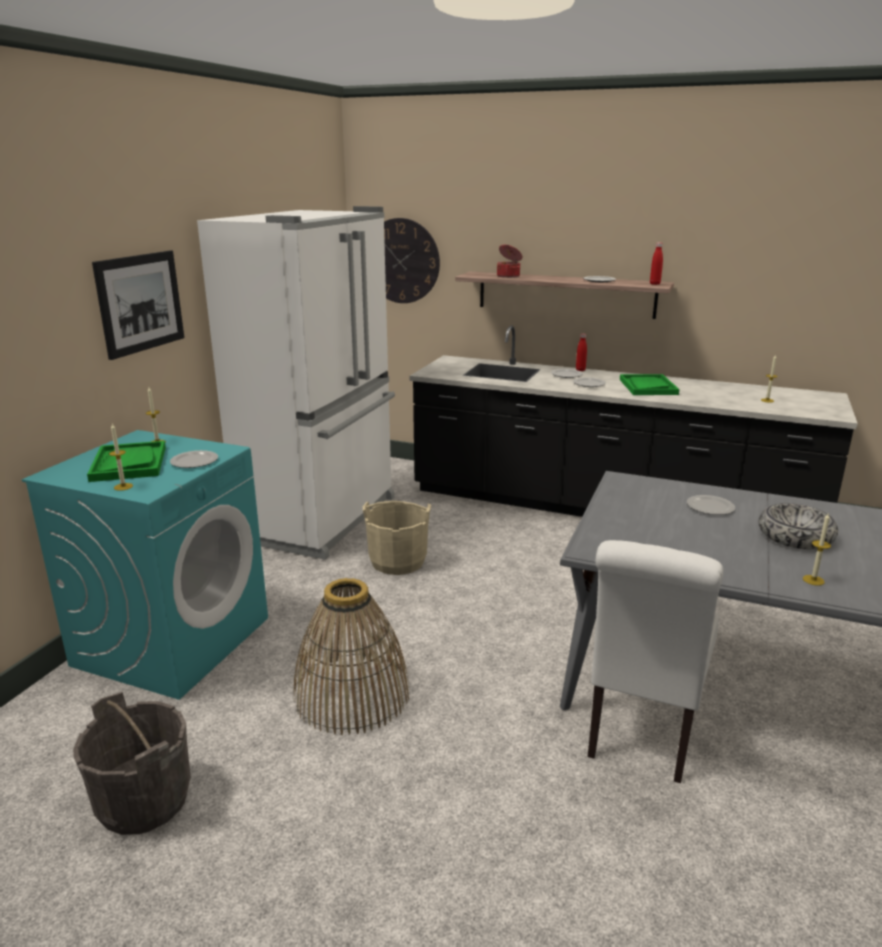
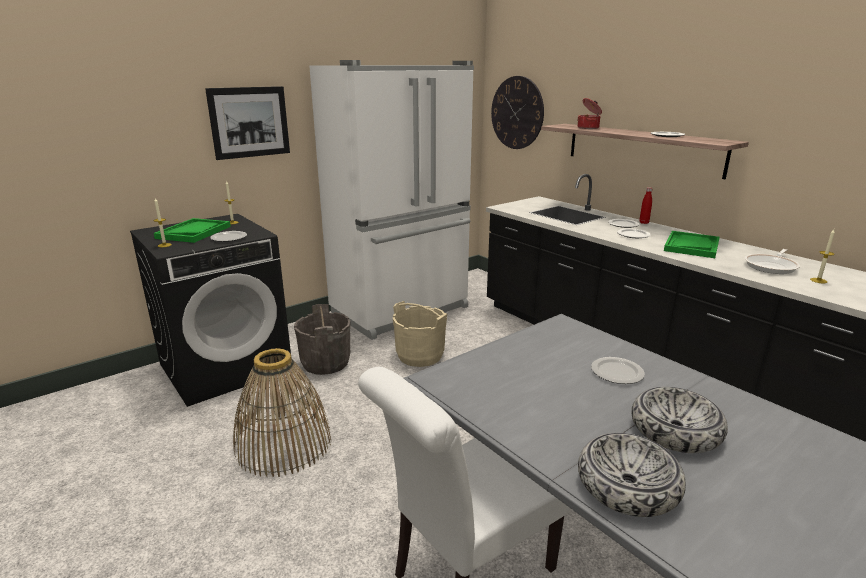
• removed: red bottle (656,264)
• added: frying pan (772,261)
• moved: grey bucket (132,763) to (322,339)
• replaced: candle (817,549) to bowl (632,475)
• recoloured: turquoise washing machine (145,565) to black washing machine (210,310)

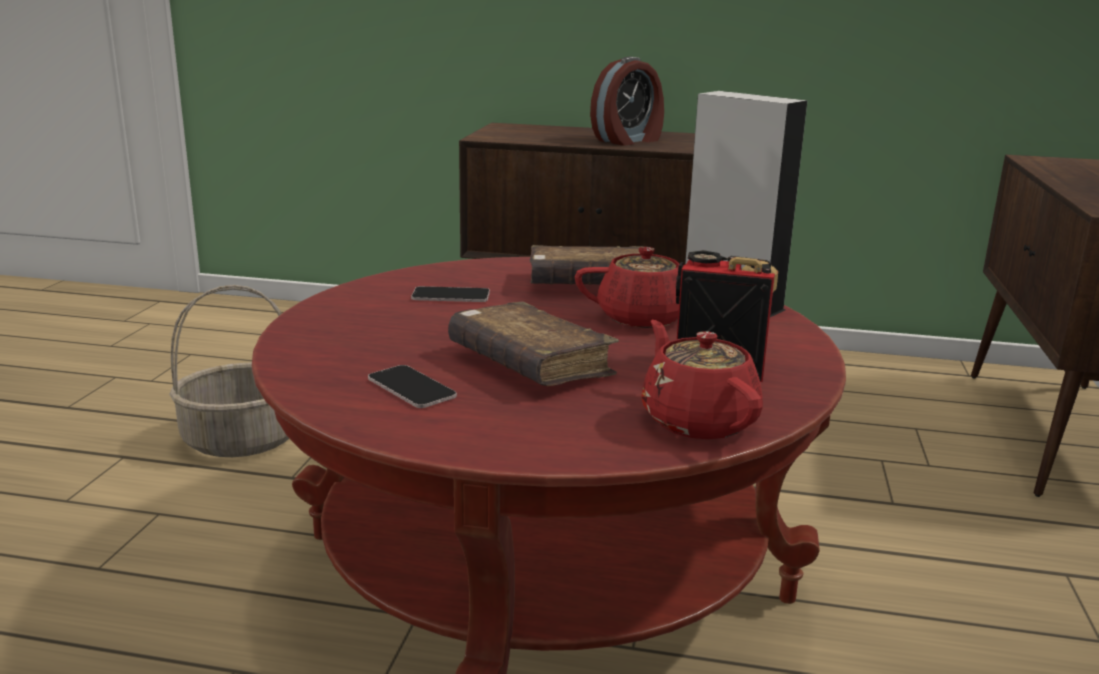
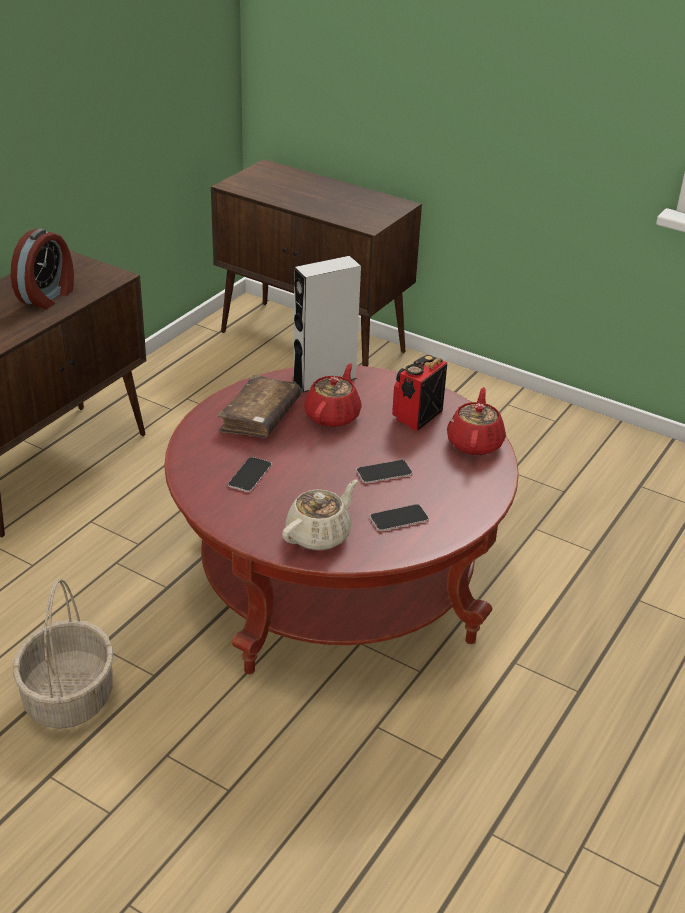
• added: beige teapot (320,515)
• replaced: brown book (533,344) to phone (384,471)
• turned: alarm clock (627,101) = (42,268) 45 degrees clockwise
• turned: red teapot (702,379) = (476,421) 105 degrees clockwise

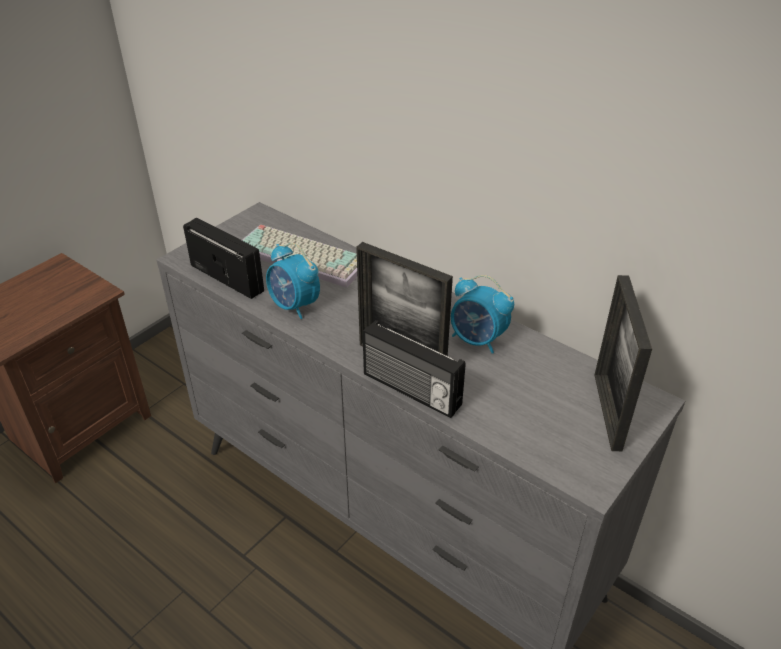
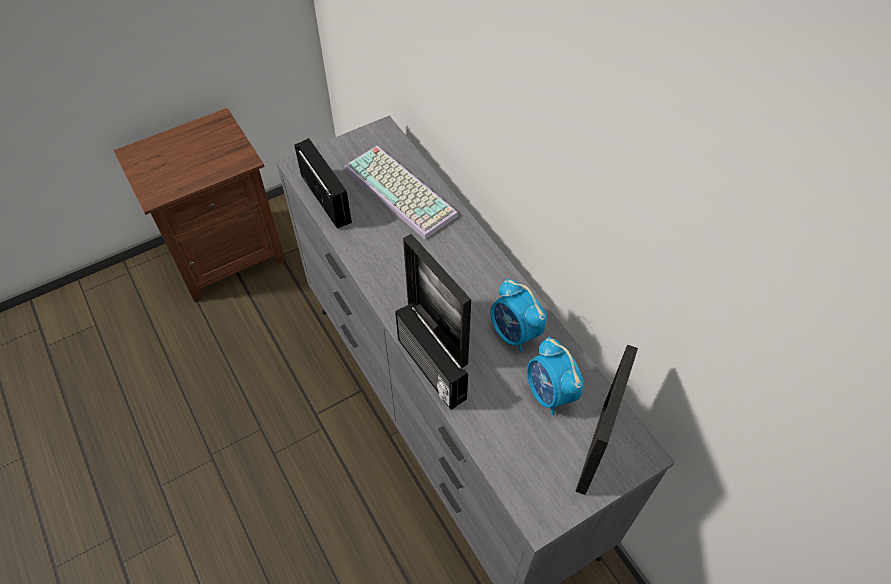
• moved: alarm clock (293,281) to (555,376)

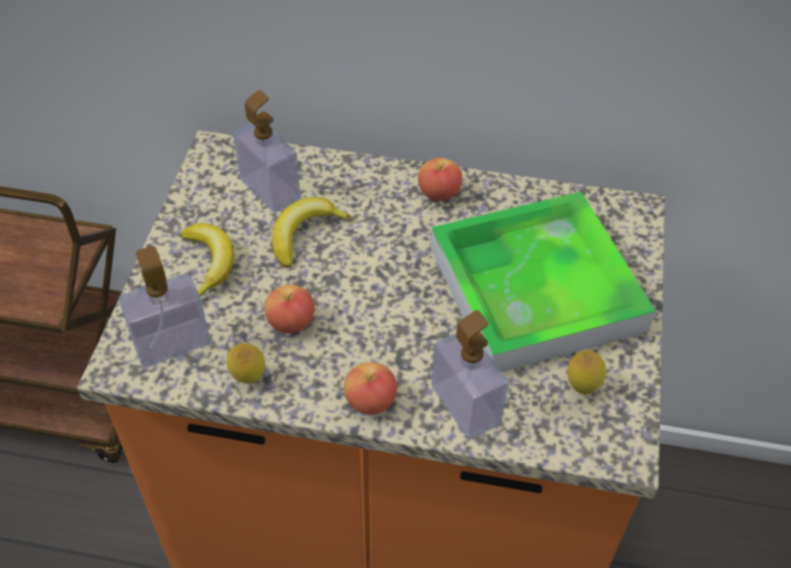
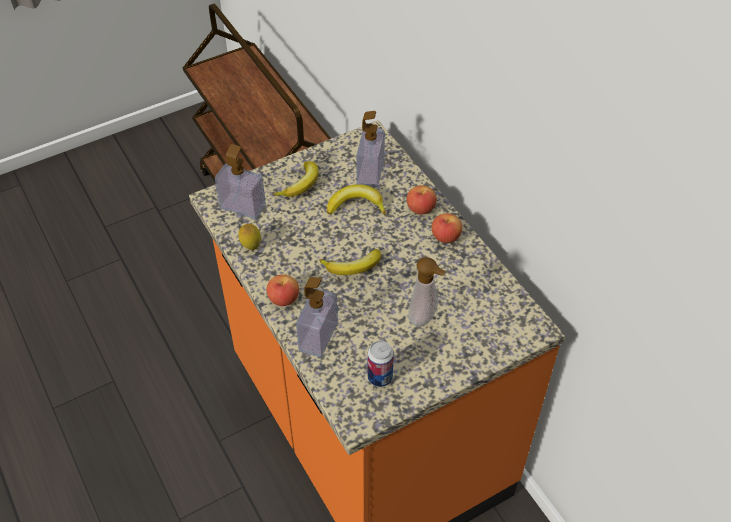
• added: banana (350,262)
• moved: apple (289,309) to (422,199)
• replaced: tray (543,282) to soap dispenser (427,292)
• replaced: lemon (586,372) to can (381,364)

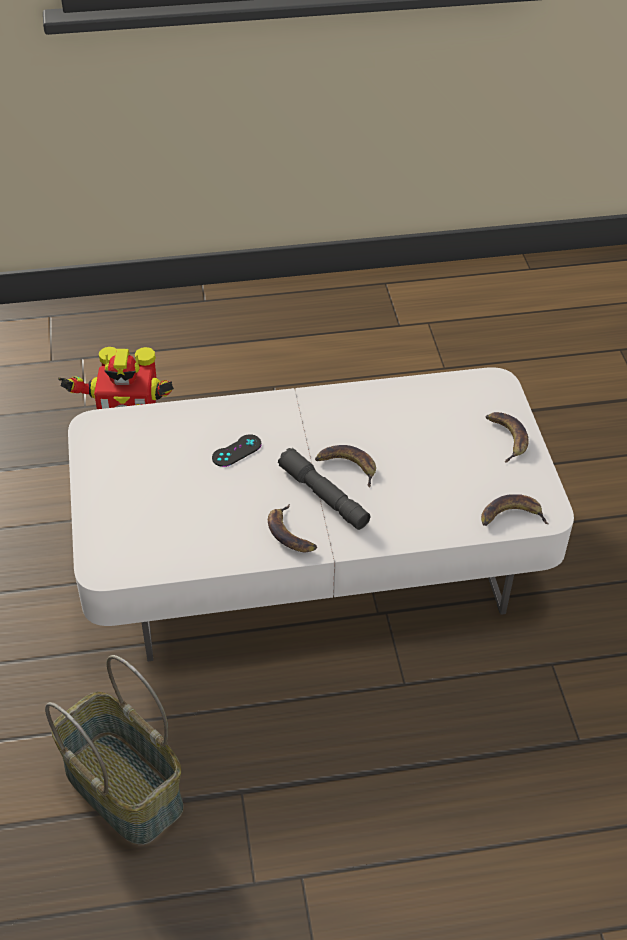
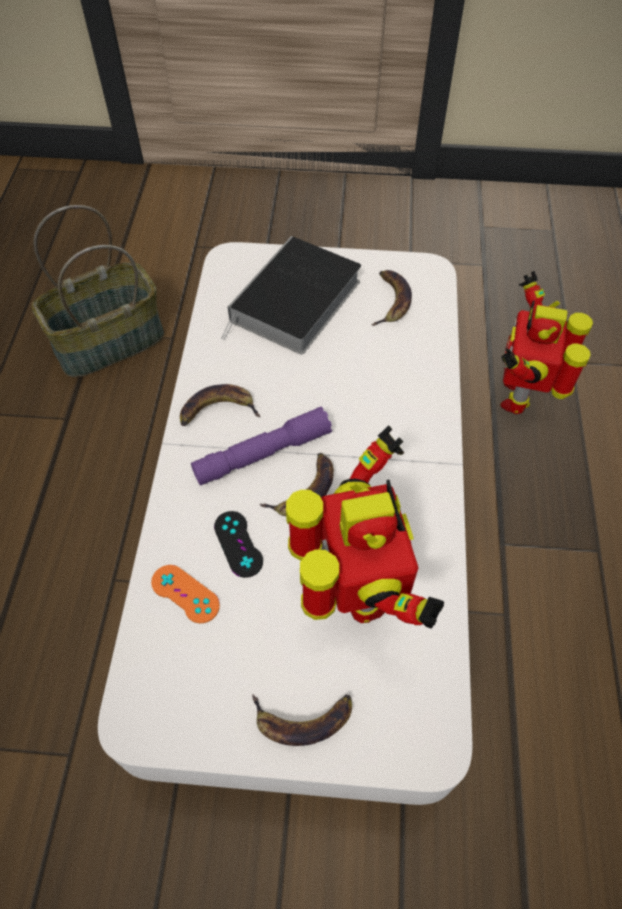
• added: orange game controller (185,594)
• added: book (291,295)
• added: toy robot (365,527)
• moved: black game controller (237,450) to (238,544)
• moved: banana (515,510) to (392,298)
• recoloured: grey flashlight (324,489) to purple flashlight (261,446)

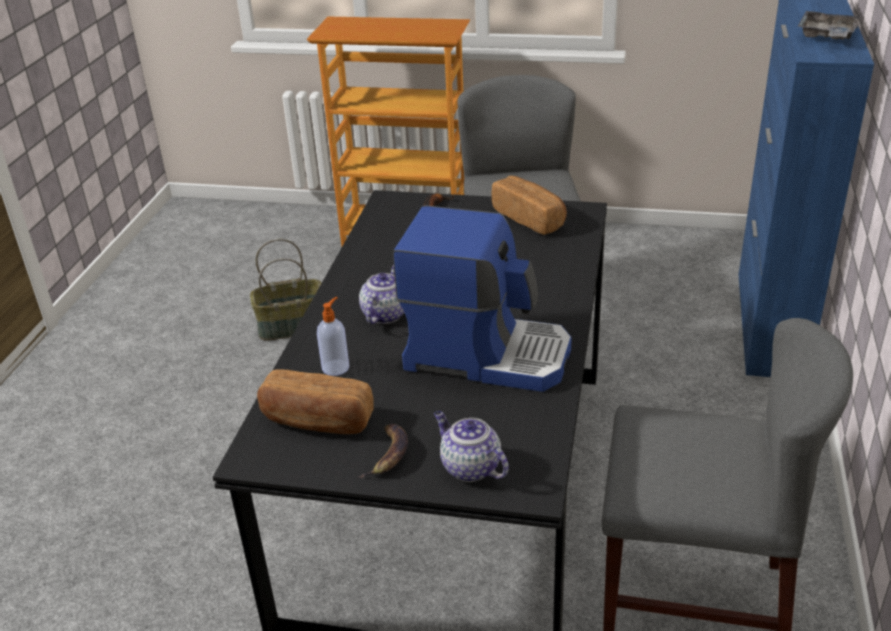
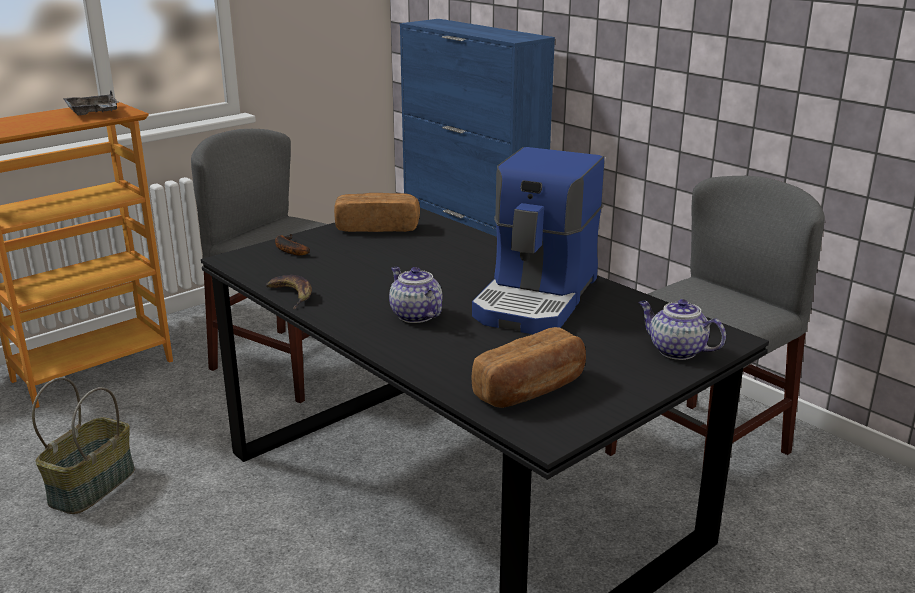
• removed: soap dispenser (333,336)
• moved: banana (383,451) to (289,292)
• moved: grey tray (829,25) to (91,103)
• turned: coffee machine (482,298) = (538,240) 150 degrees clockwise
• turned: teapot (471,446) = (682,329) 45 degrees clockwise

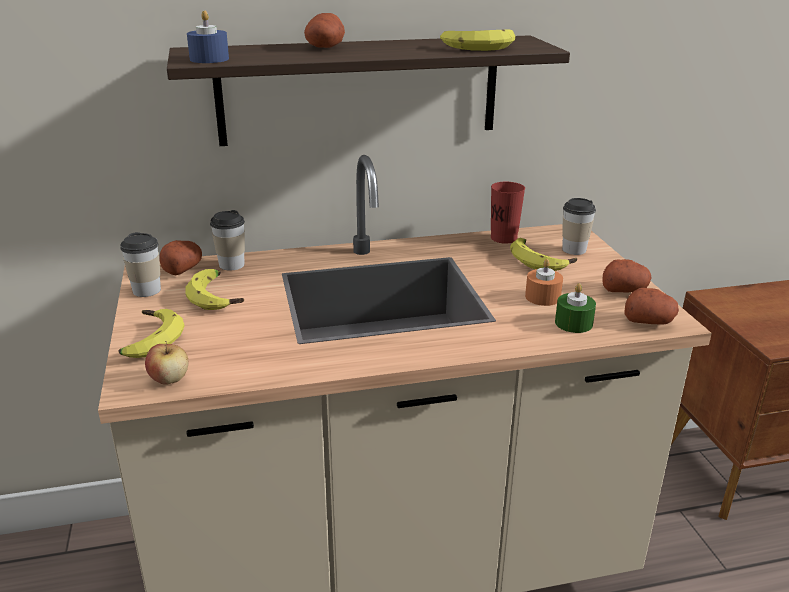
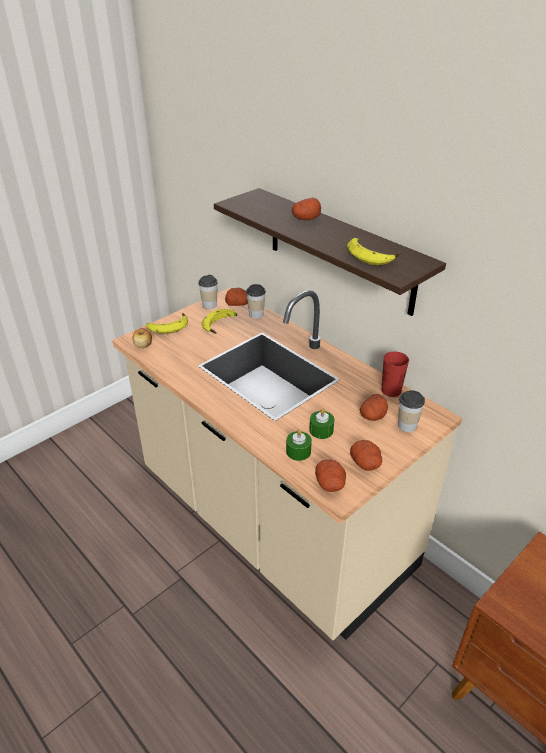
• removed: blue candle (208,36)
• replaced: banana (543,254) to potato (374,407)
• recoloured: orange candle (544,282) to green candle (321,424)

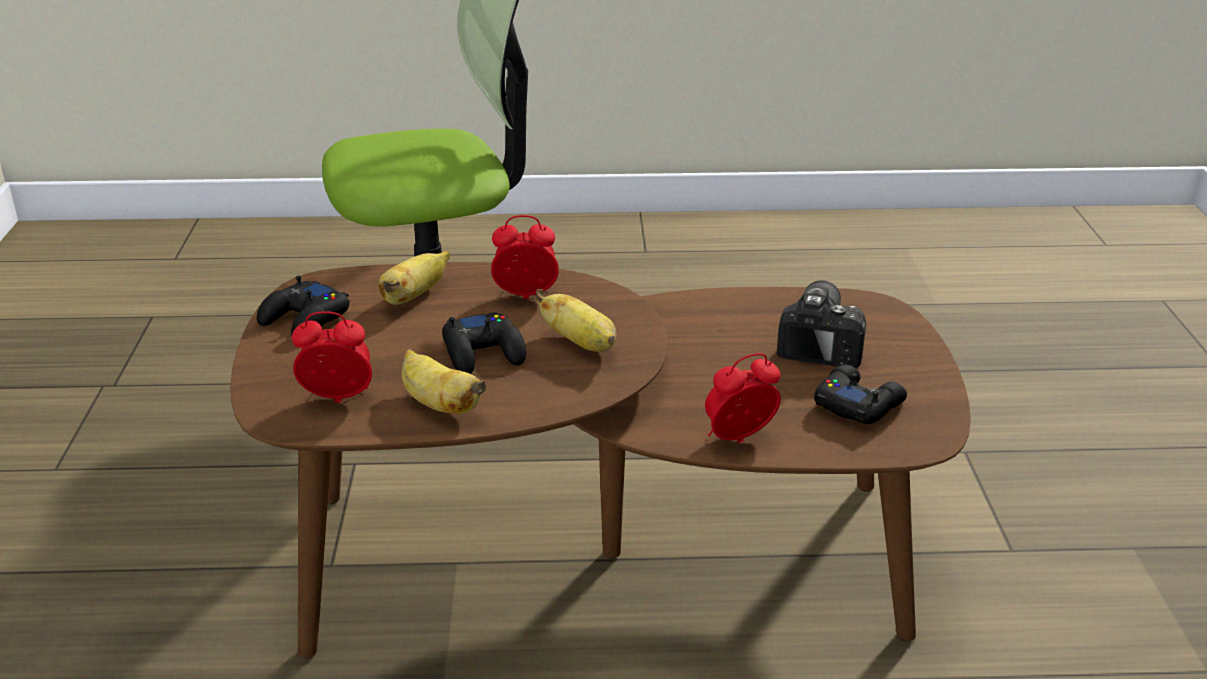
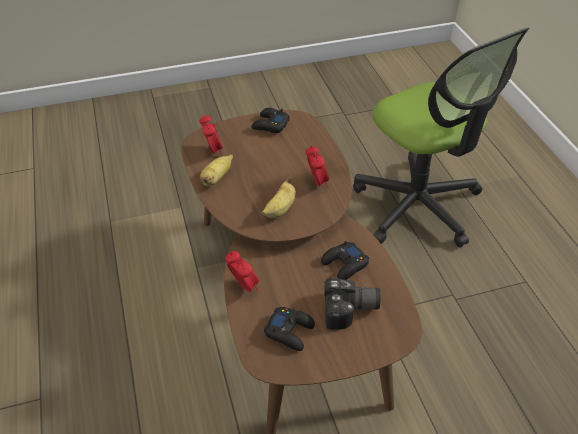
• removed: banana (414,278)
• moved: black game controller (484,343) to (345,260)

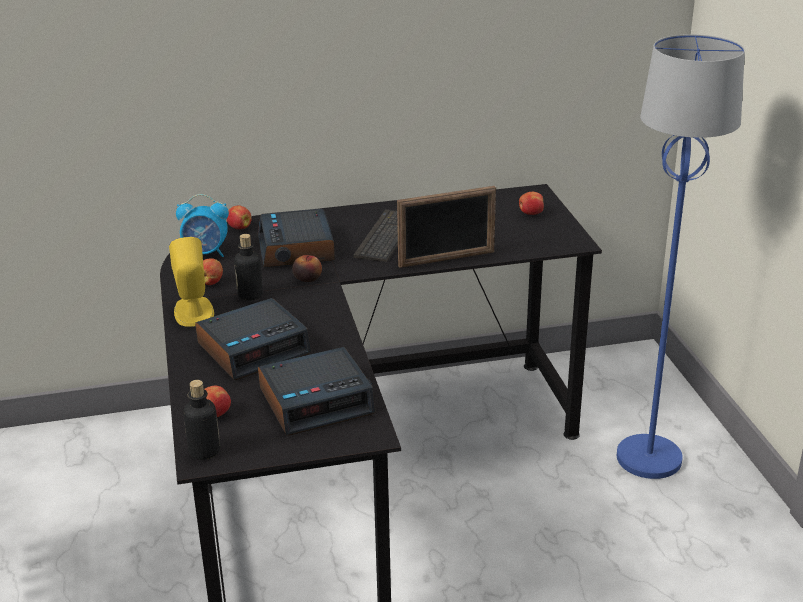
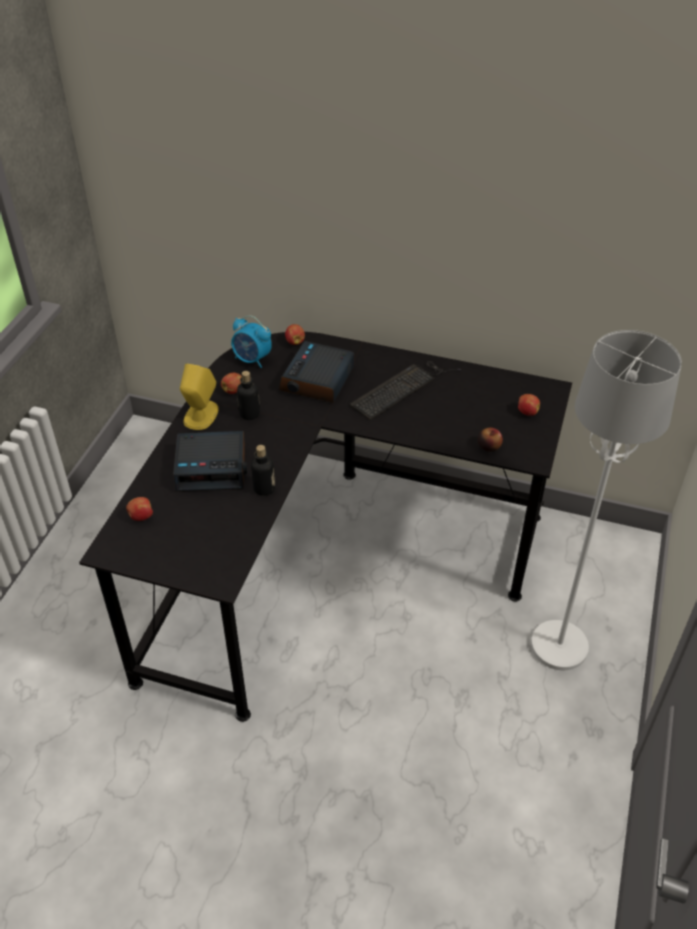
• removed: alarm clock (316,391)
• removed: picture frame (446,227)
• moved: bottle (201,420) to (263,470)
• moved: apple (307,268) to (490,439)
• recoloured: blue floor lamp (681,256) to white floor lamp (606,500)

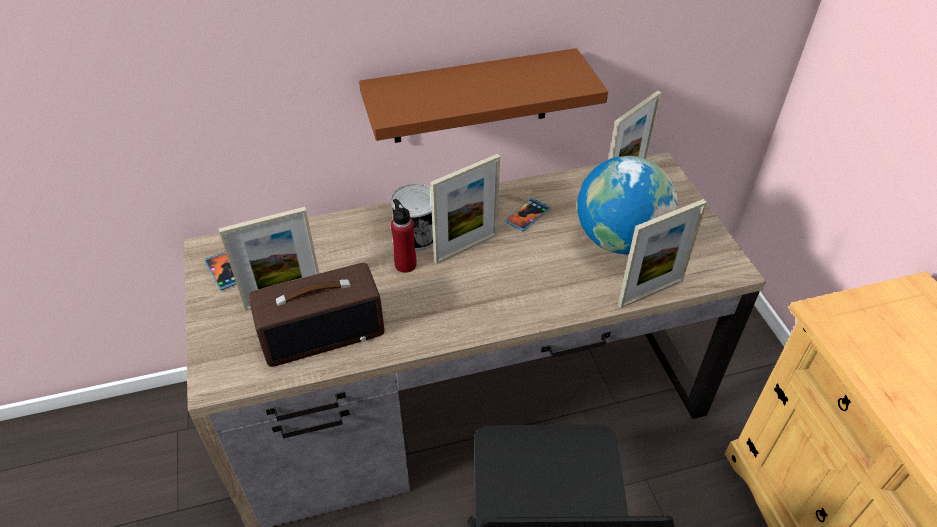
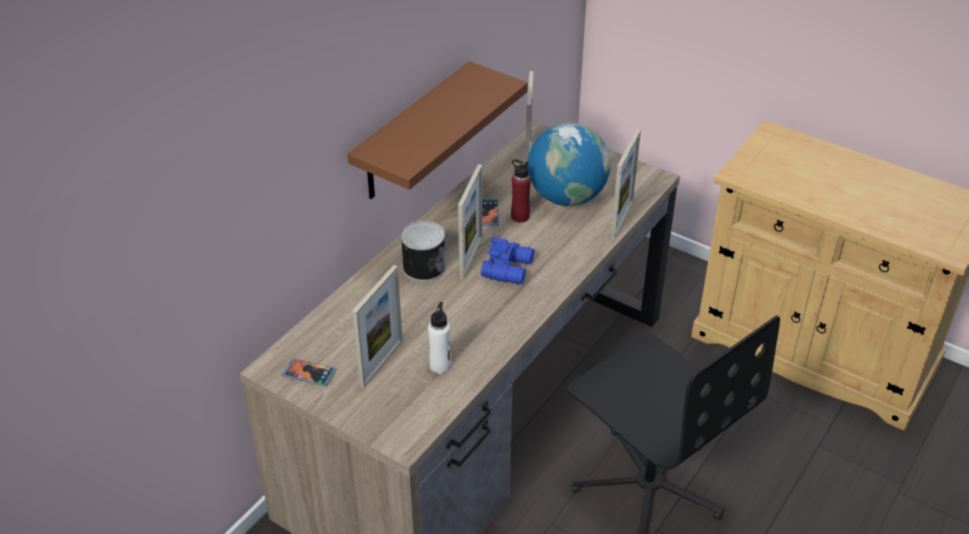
• added: blue binoculars (507,260)
• moved: red bottle (404,236) to (521,191)
• replaced: radio (317,315) to white bottle (439,338)

